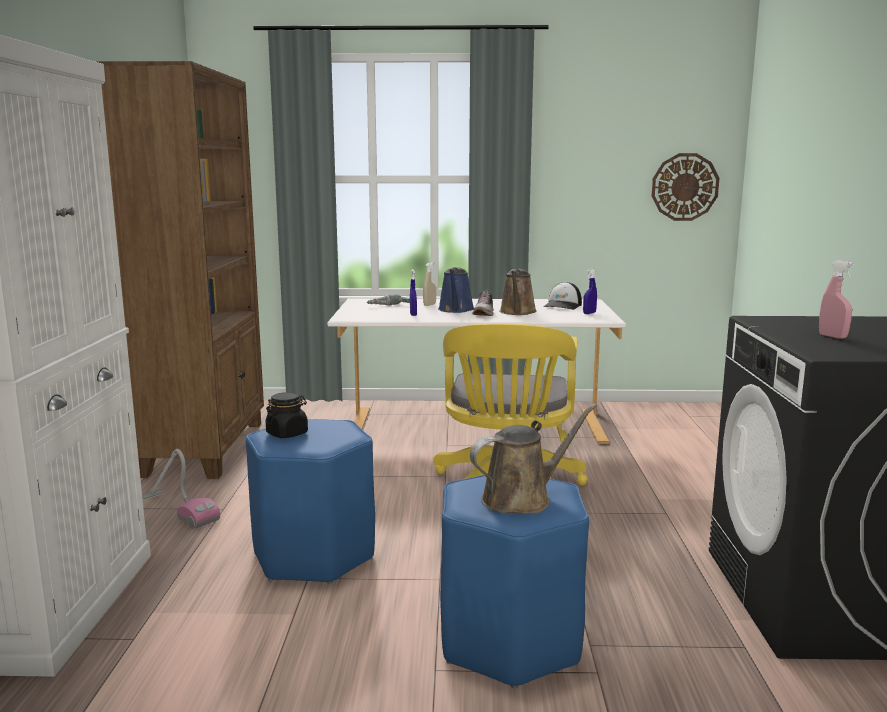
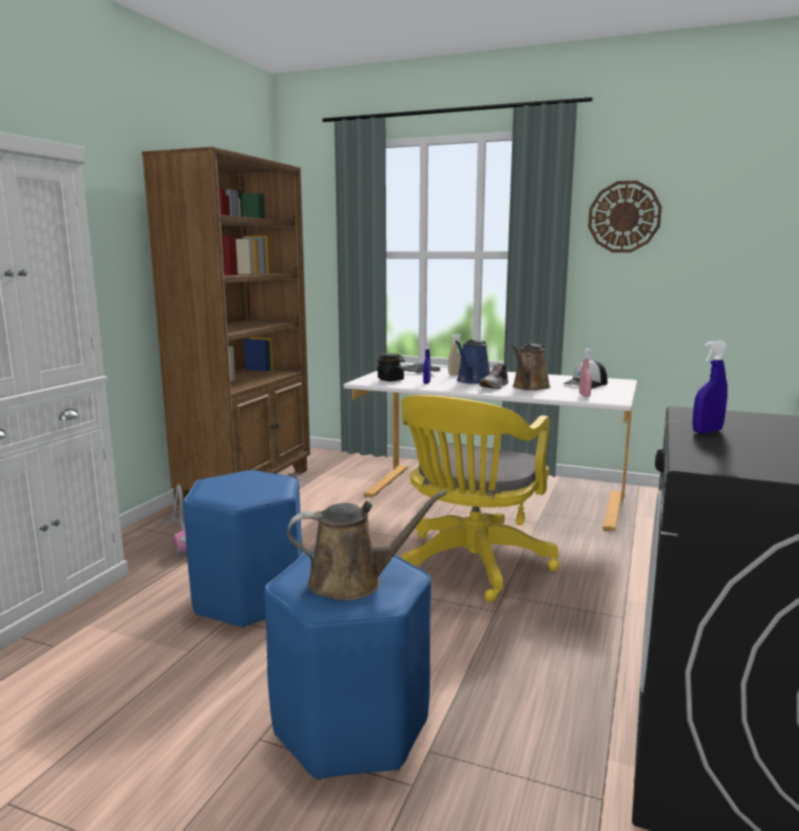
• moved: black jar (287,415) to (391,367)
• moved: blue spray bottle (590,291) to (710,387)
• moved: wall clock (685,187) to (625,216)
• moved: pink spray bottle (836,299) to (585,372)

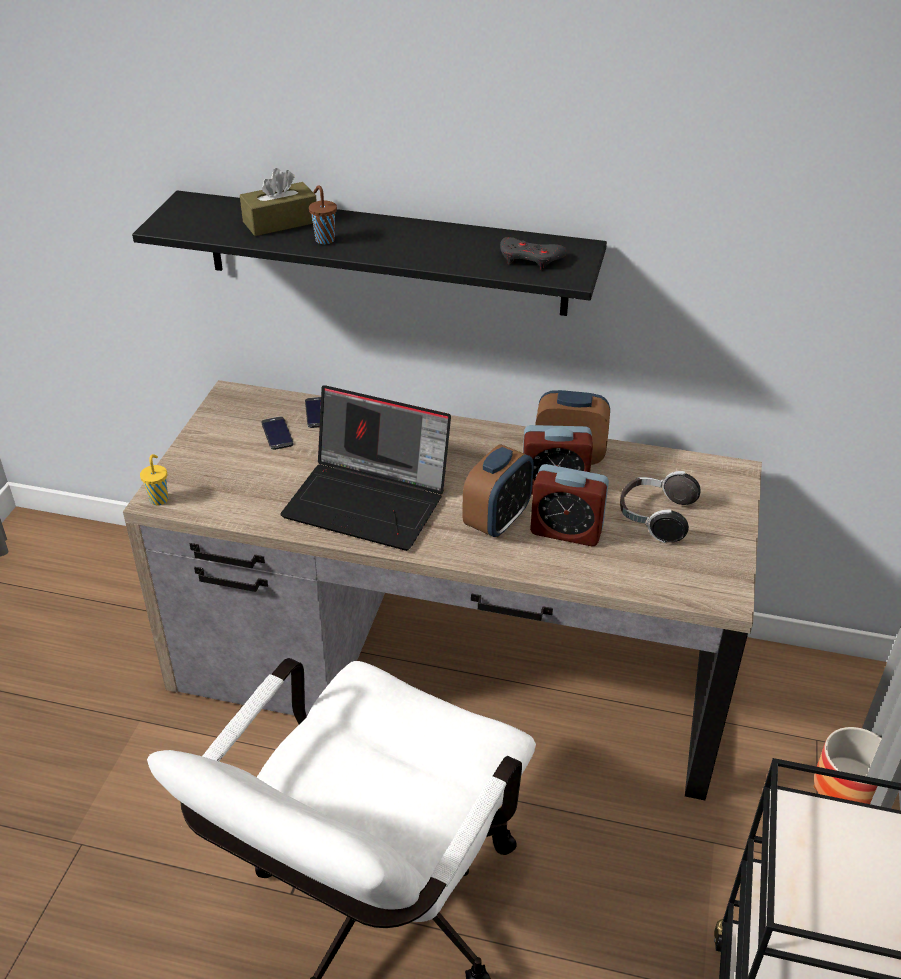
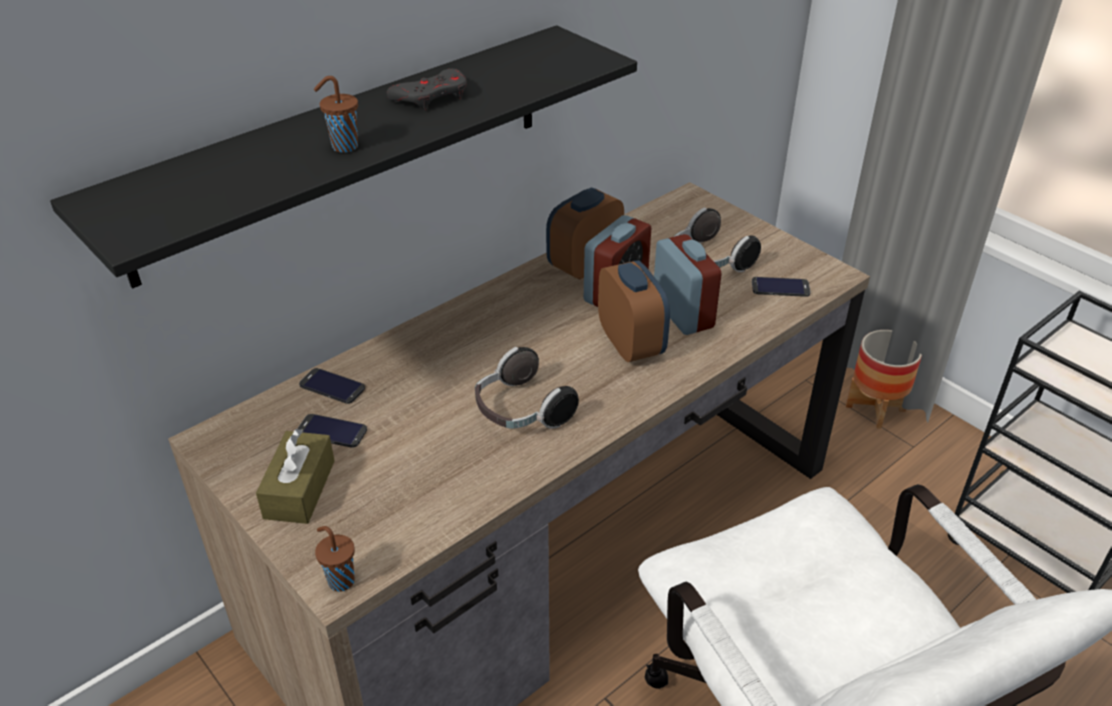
• added: phone (781,287)
• moved: brown tissue box (278,202) to (295,476)
• moved: grey game controller (533,253) to (427,89)
• replaced: laptop (366,468) to headphones (527,388)
• recoloured: yellow cup (154,480) to brown cup (335,559)
• turned: alarm clock (569,505) = (688,284) 75 degrees counterclockwise

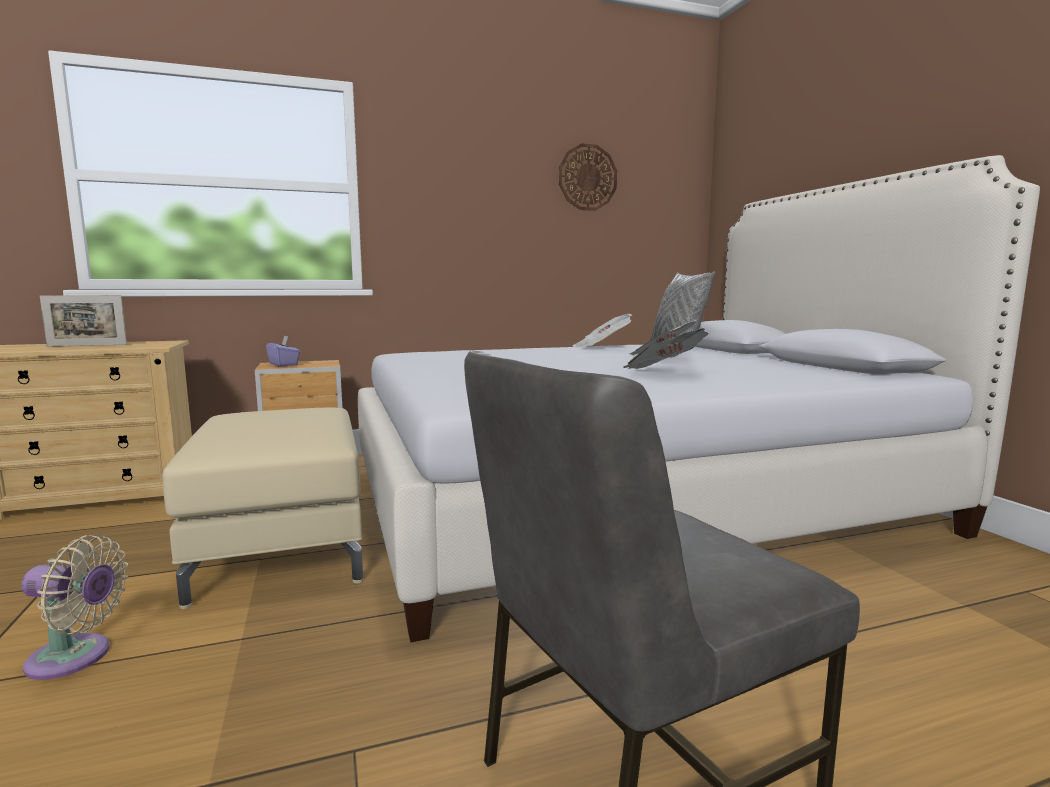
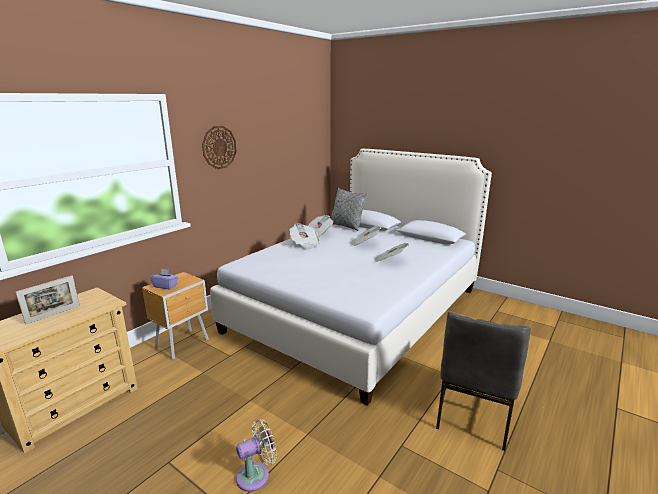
• removed: beige ottoman (262,508)
• added: newspaper (305,236)
• moved: wall clock (588,177) to (219,147)

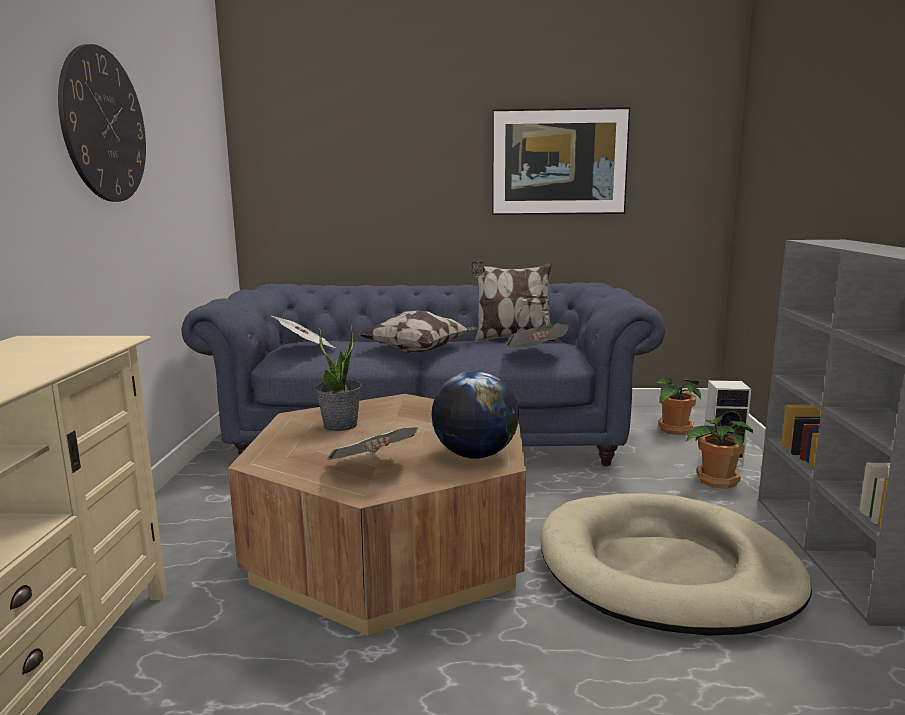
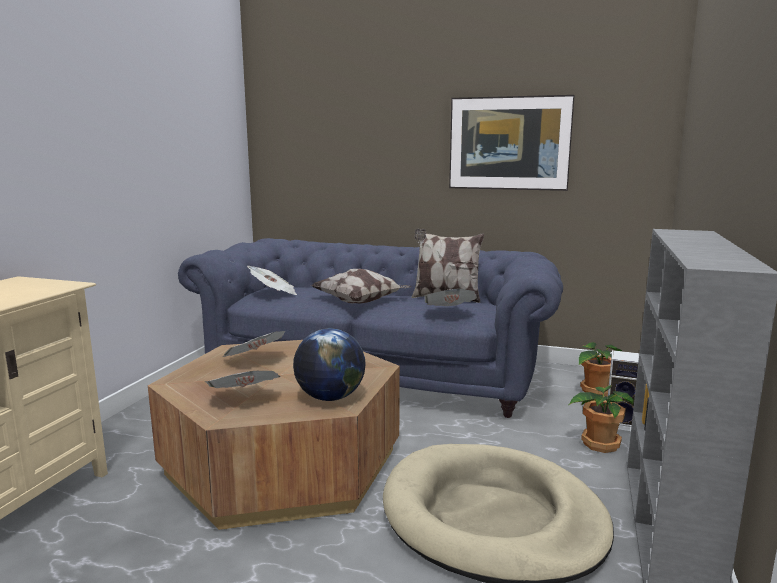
• removed: wall clock (102,123)
• replaced: potted plant (338,377) to newspaper (254,344)

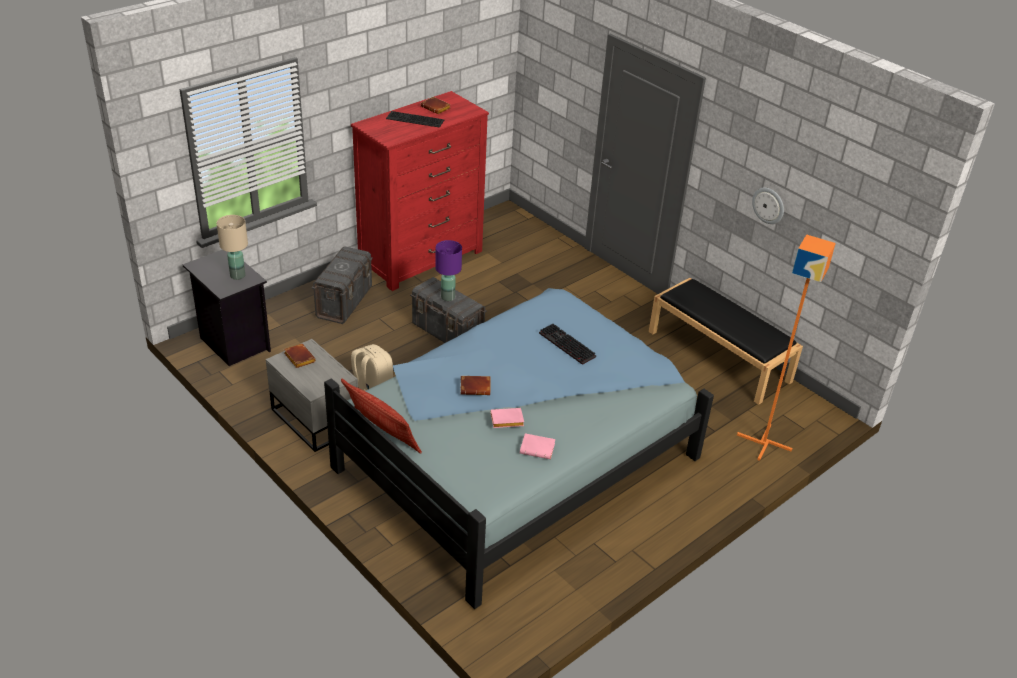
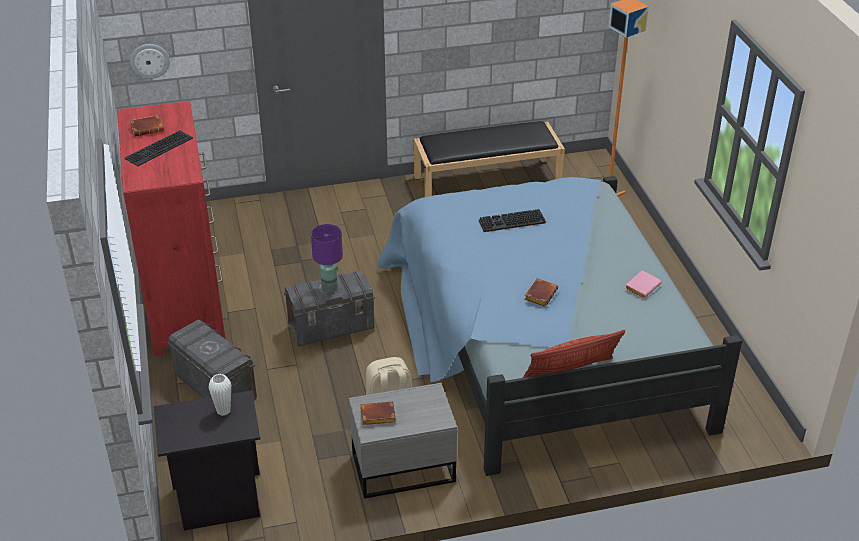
• removed: pink book (507,418)
• moved: wall clock (768,206) to (150,61)
• replaced: beige table lamp (232,247) to white vase (220,395)

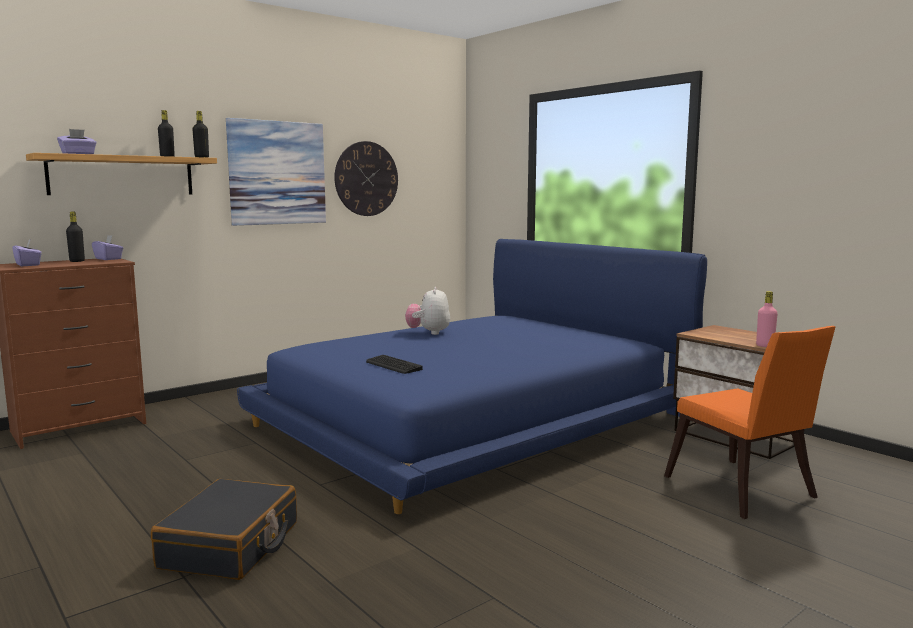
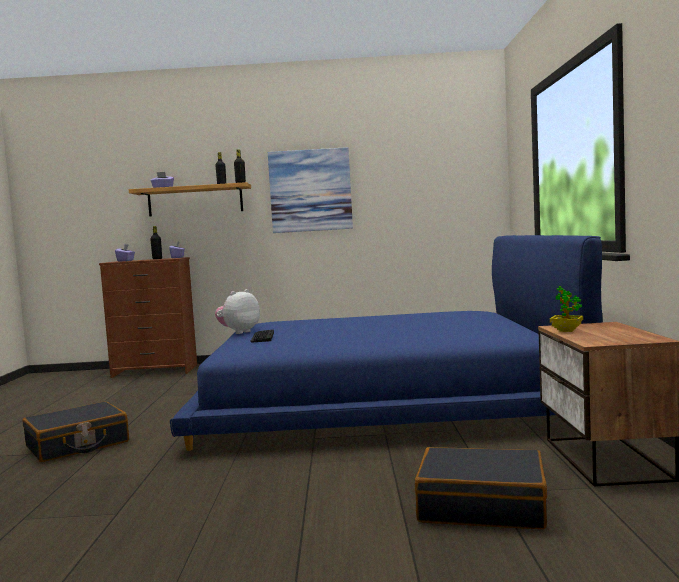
• removed: wall clock (366,178)
• removed: pink bottle (767,319)
• added: potted plant (566,309)
• moved: plush toy (427,311) to (237,311)
• replaced: orange chair (750,422) to black suitcase (481,488)

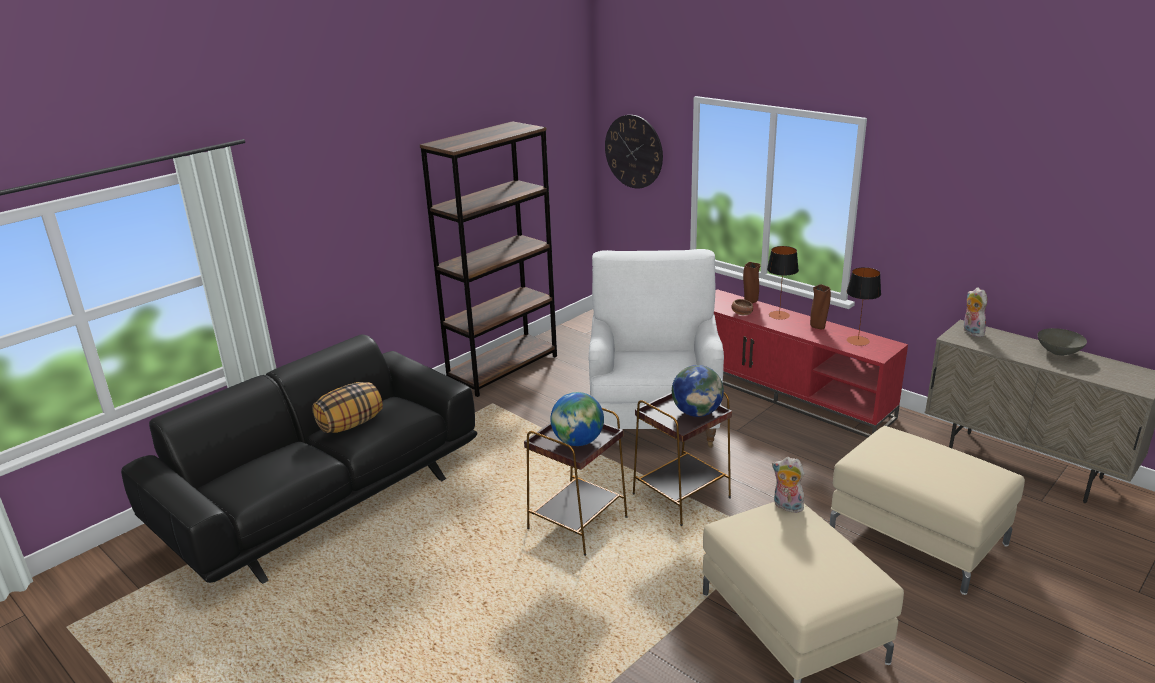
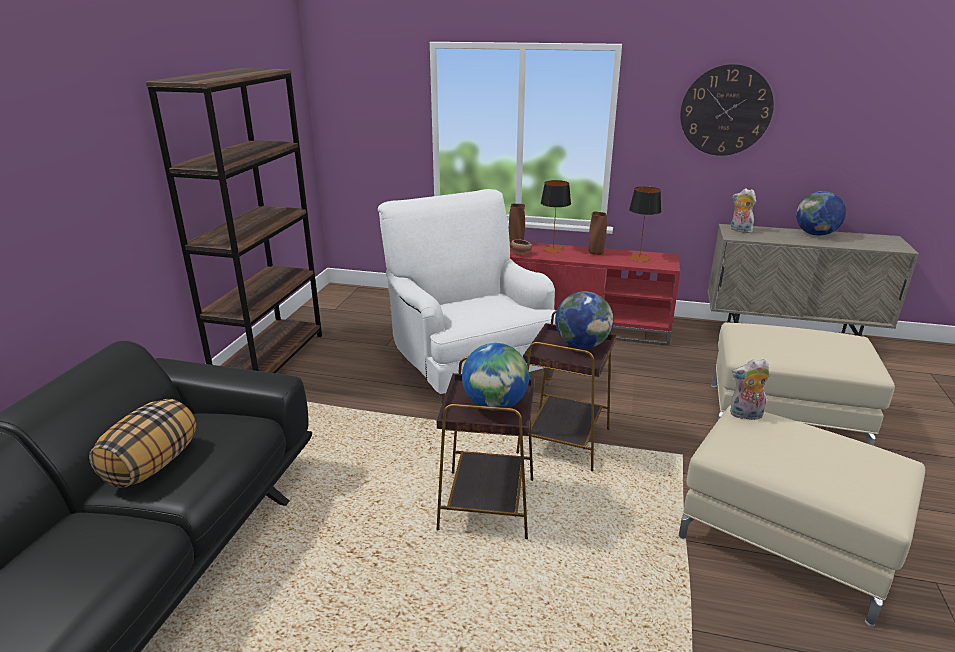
• moved: wall clock (634,152) to (727,110)
• replaced: grey bowl (1062,342) to globe (821,213)

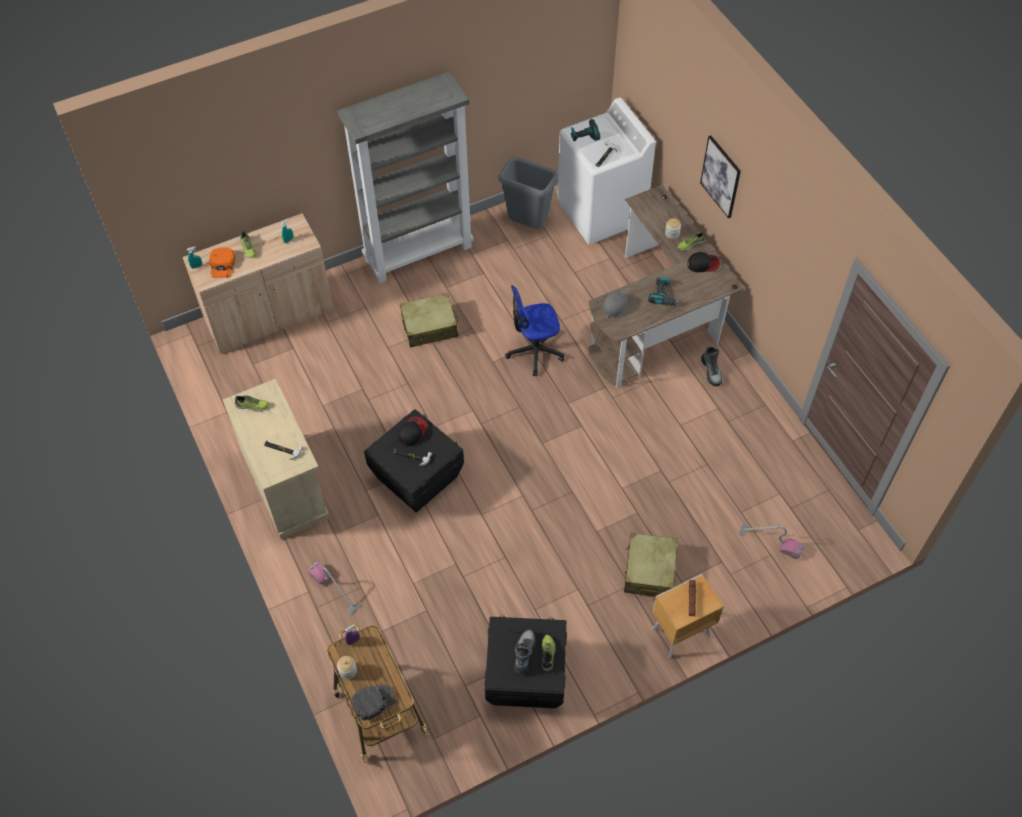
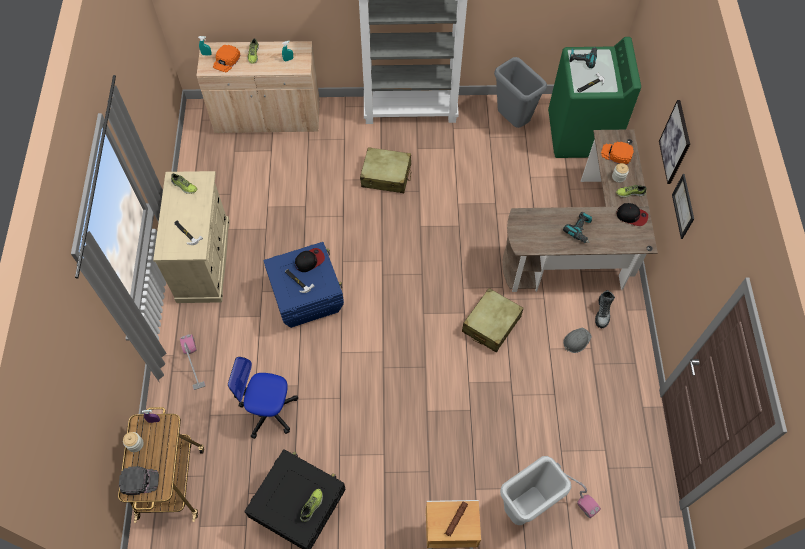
• removed: boot (525,652)
• added: grey trash can (535,490)
• added: orange cap (617,153)
• added: picture (683,206)
• moved: office chair (534,330) to (263,398)
• moved: grey hard hat (614,304) to (577,340)
• moved: beige suitcase (650,565) to (492,320)
• recoloured: black storage box (414,461) to blue storage box (303,285)
• recoloured: white washing machine (606,171) to green washing machine (594,97)

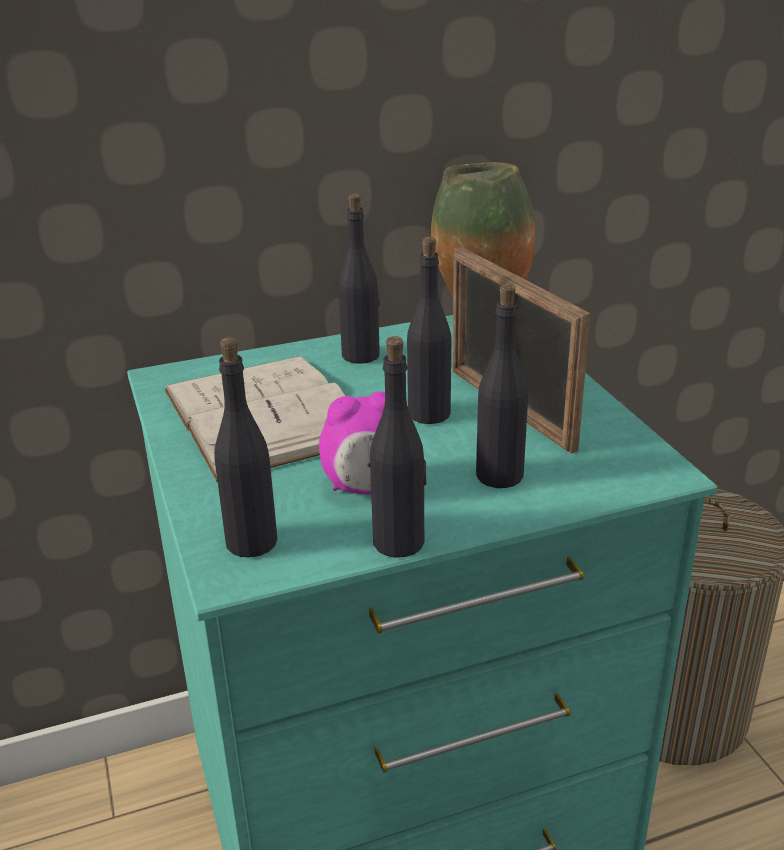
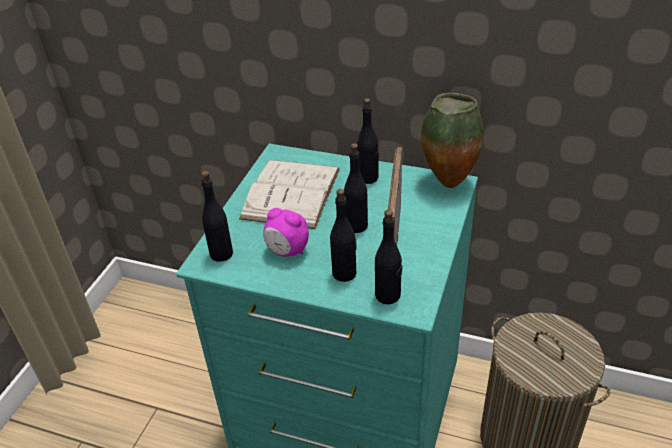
• moved: black bottle (398,447) to (388,257)

